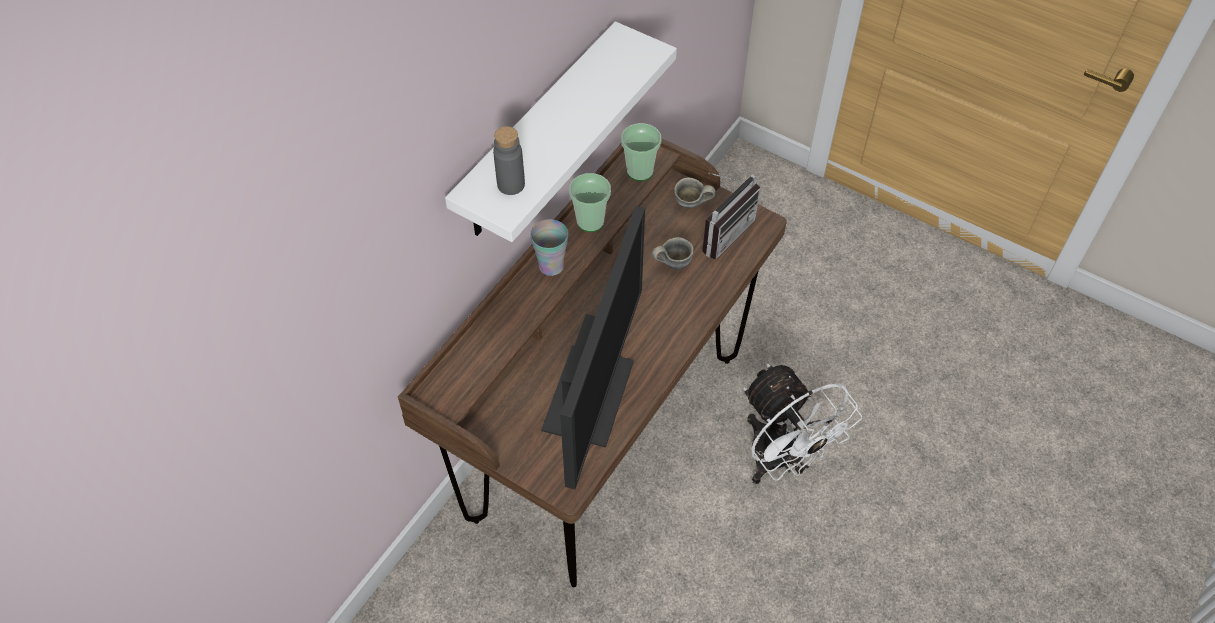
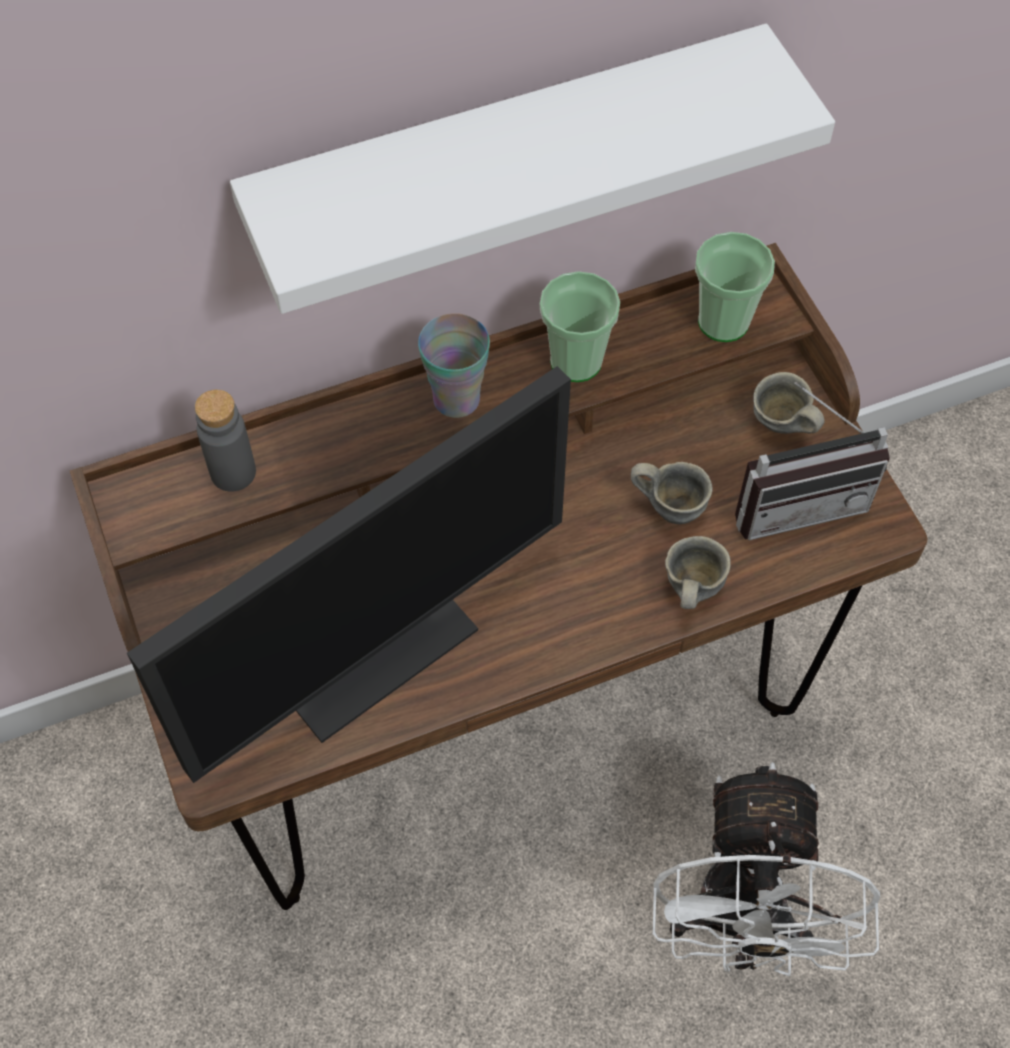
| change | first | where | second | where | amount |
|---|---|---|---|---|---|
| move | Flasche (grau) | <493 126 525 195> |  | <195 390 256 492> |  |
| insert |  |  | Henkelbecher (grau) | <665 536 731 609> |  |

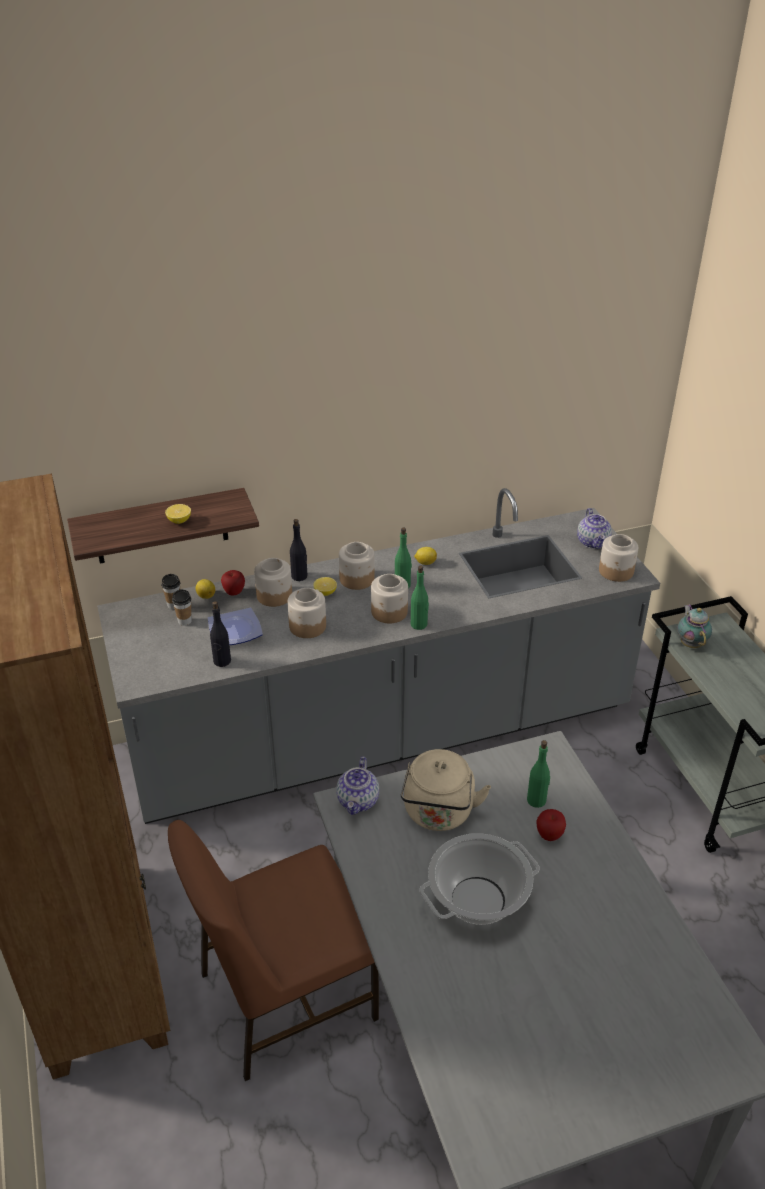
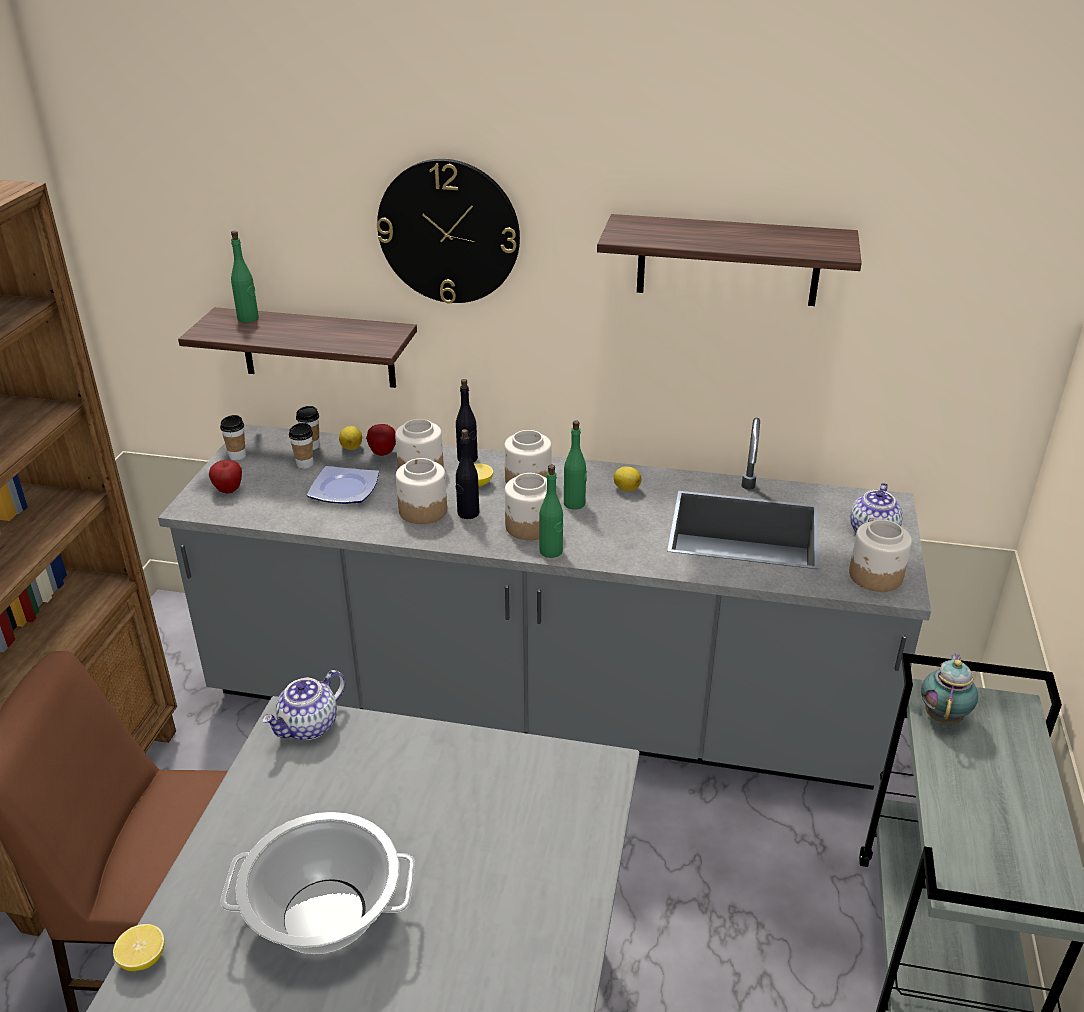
| change | first | where | second | where | amount |
|---|---|---|---|---|---|
| move | Zitrone | <165 504 191 524> |  | <113 924 165 971> |  |
| move | Flasche (schwarz) | <210 601 231 667> |  | <456 429 479 519> |  |
| delete | Wasserkessel (beige) | <401 749 491 831> |  |  |  |
| move | Flasche (grün) | <527 740 550 808> |  | <231 231 259 323> |  |
| move | Apfel | <536 809 566 841> |  | <209 460 242 494> |  |
| insert |  |  | Tasse | <220 415 246 460> |  |
| insert |  |  | Wanduhr | <377 159 520 304> |  |
| insert |  |  | Wandregal | <597 214 862 306> |  |

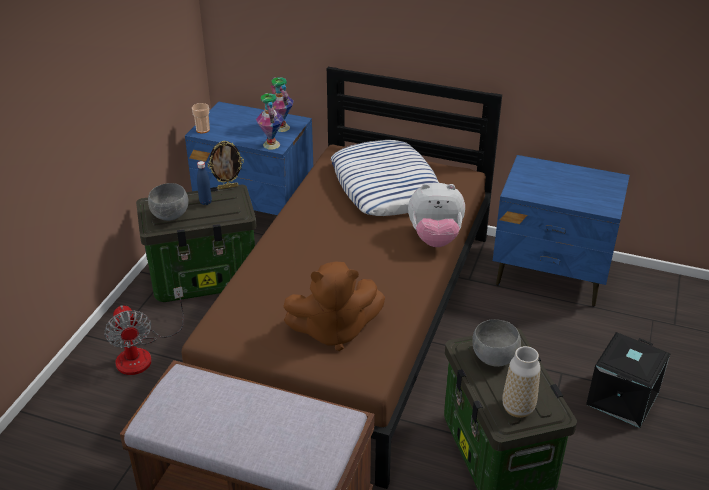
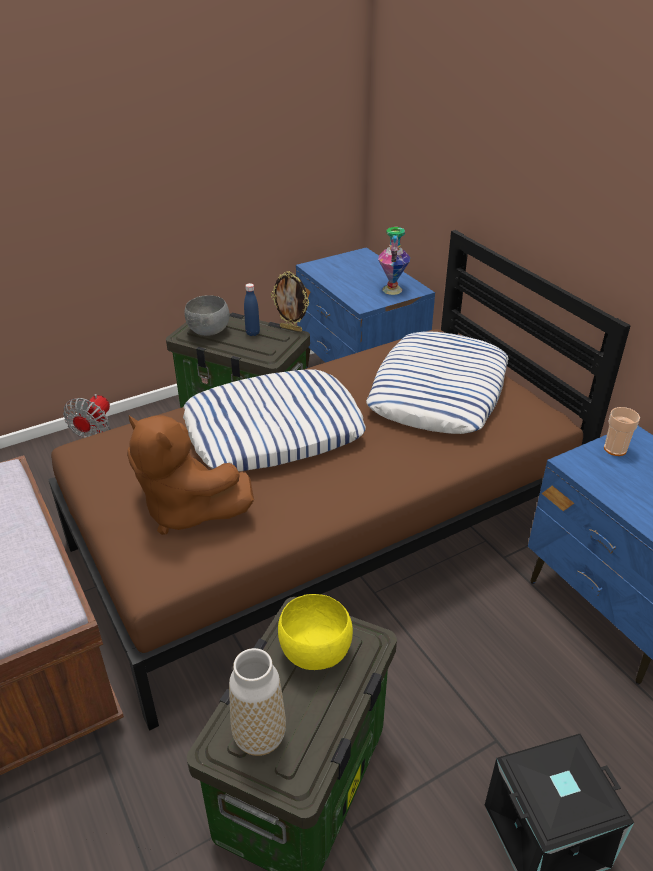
| change | first | where | second | where | amount |
|---|---|---|---|---|---|
| move | Tasse | <192 103 210 133> |  | <604 407 640 456> |  |
| delete | Vase | <256 93 284 149> |  |  |  |
| delete | Plüschtier | <408 183 465 247> |  |  |  |
| recolor | Schüssel (grau) | <472 319 521 367> | Schüssel (gelb) | <278 594 353 670> |  |
| insert |  |  | Kissen | <183 369 366 471> |  |

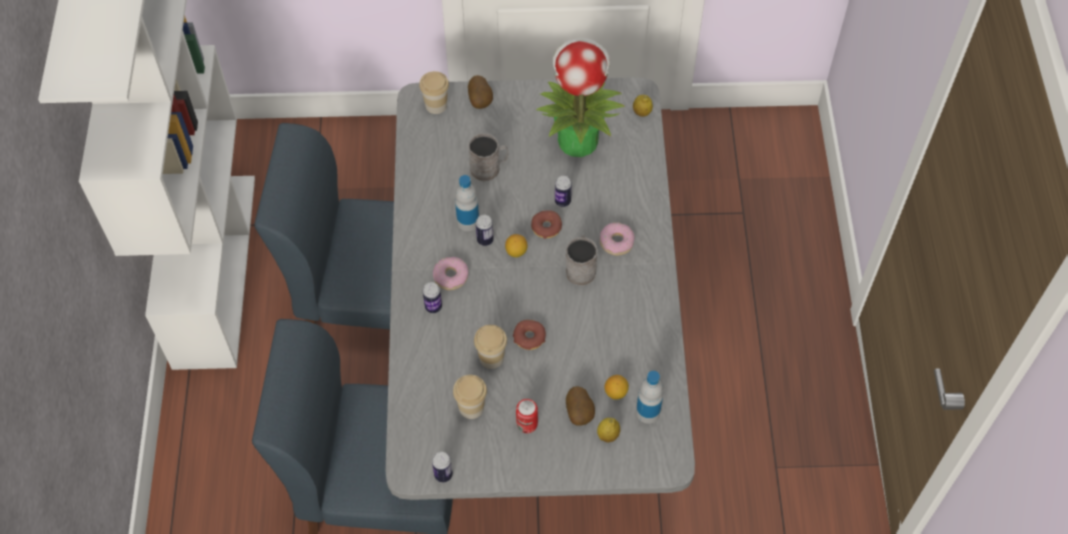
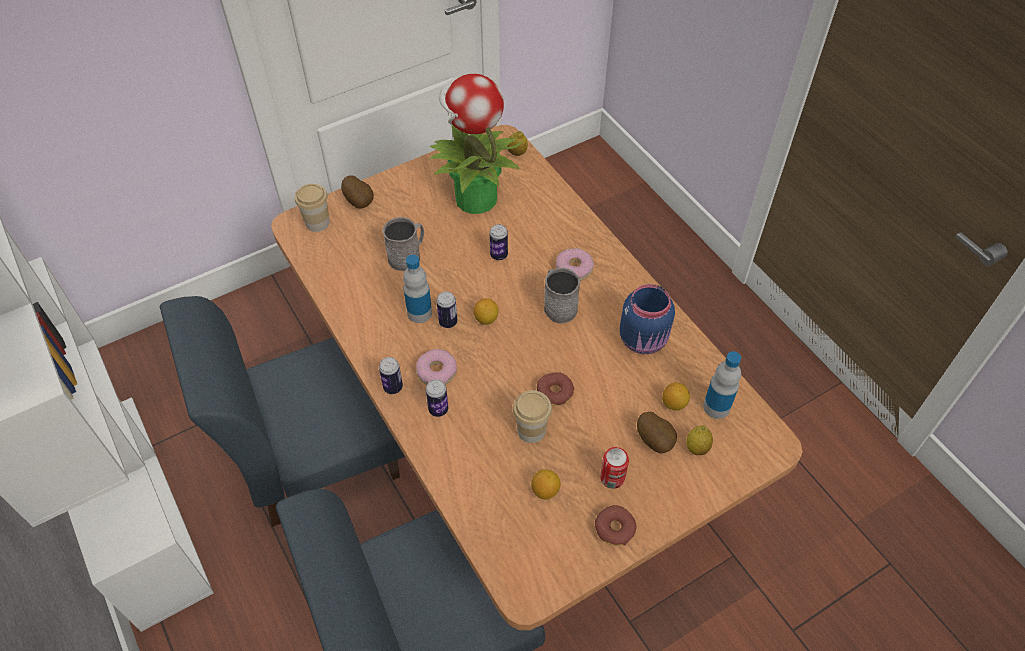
| change | first | where | second | where | amount |
|---|---|---|---|---|---|
| recolor | Esstisch (grau) | <386 77 695 500> | Esstisch (braun) | <271 125 803 630> |  |
| move | Dose | <432 452 453 482> |  | <379 357 403 394> |  |
| replace | Tasse | <453 375 487 419> | Zitrone | <531 469 561 500> |  |
| move | Donut | <531 210 562 239> |  | <595 505 636 546> |  |
| insert |  |  | Vorratsglas (blau) | <620 284 675 354> |  |

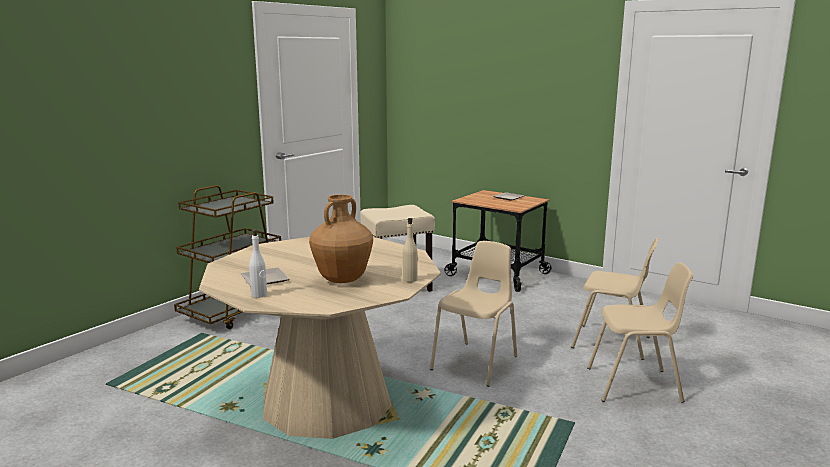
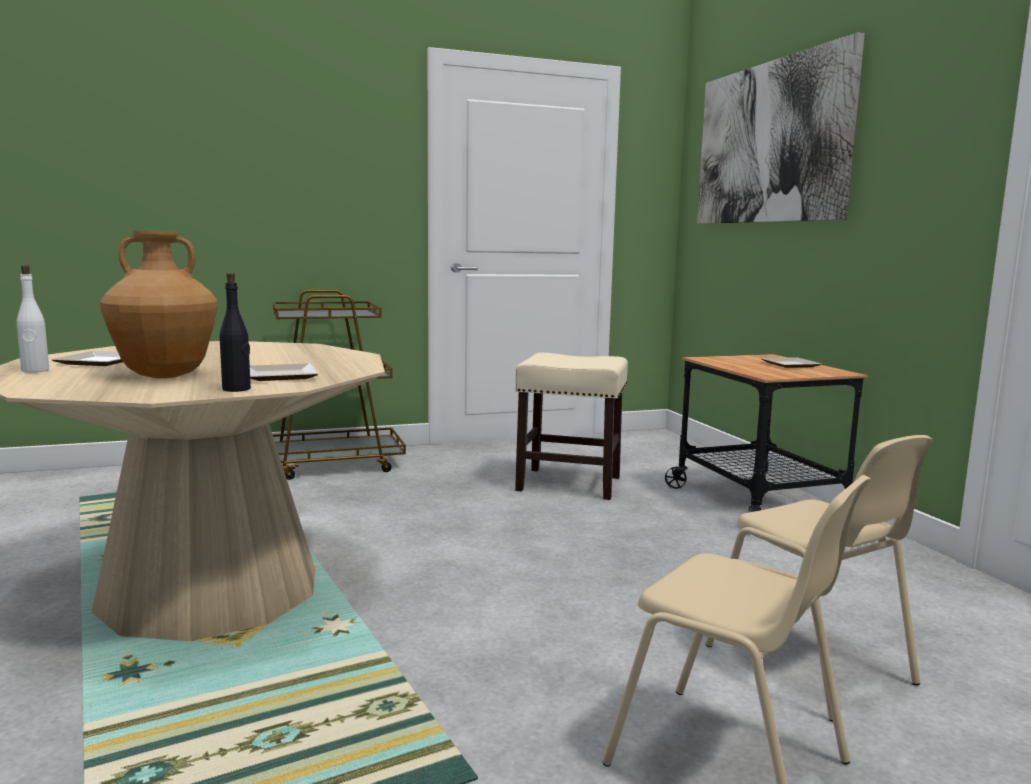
| change | first | where | second | where | amount |
|---|---|---|---|---|---|
| recolor | Flasche (beige) | <403 218 418 282> | Flasche (schwarz) | <220 273 251 392> |  |
| delete | Stuhl (beige) | <430 241 517 387> |  |  |  |
| insert |  |  | Teller | <250 363 318 381> |  |
| insert |  |  | Bild | <697 32 865 224> |  |

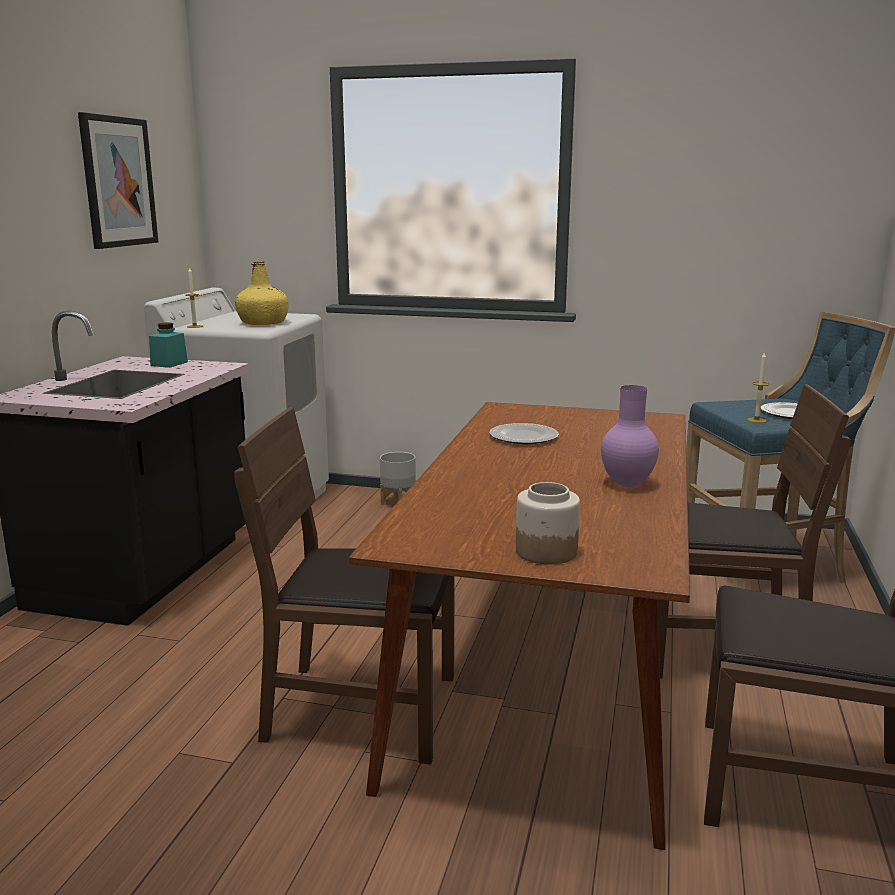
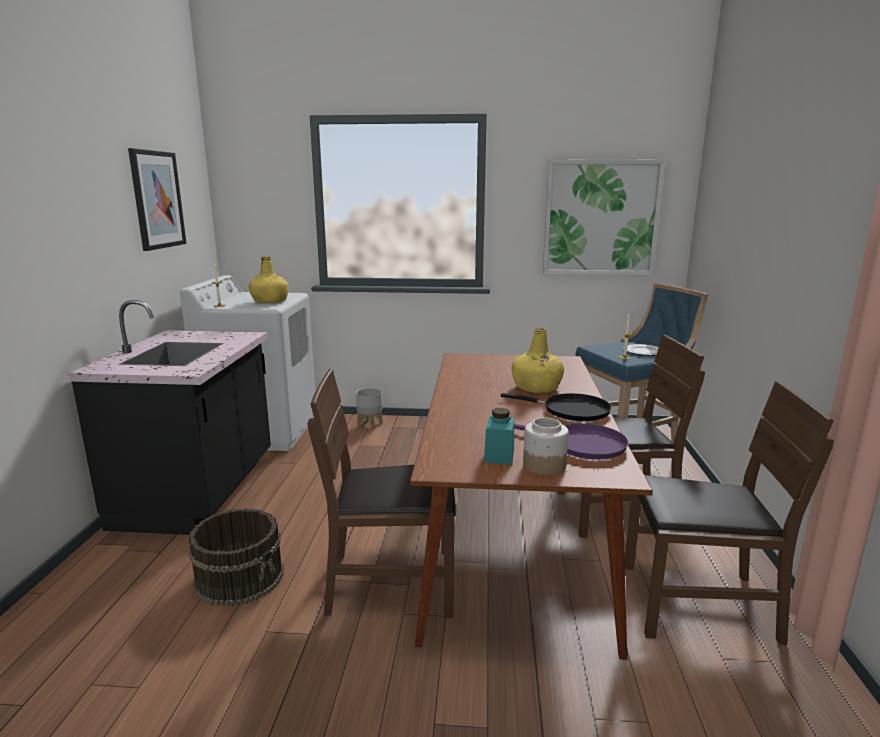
| change | first | where | second | where | amount |
|---|---|---|---|---|---|
| move | Vorratsglas (türkis) | <149 323 188 368> |  | <484 408 514 465> |  |
| delete | Teller | <489 423 559 444> |  |  |  |
| replace | Vase (lila) | <601 385 659 487> | Pfanne (schwarz) | <501 393 612 421> |  |
| insert |  |  | Eimer (braun) | <188 508 283 607> |  |
| insert |  |  | Flasche (gelb) | <512 328 564 393> |  |
| insert |  |  | Pfanne (lila) | <514 423 628 460> |  |
| insert |  |  | Bild | <543 160 666 275> |  |

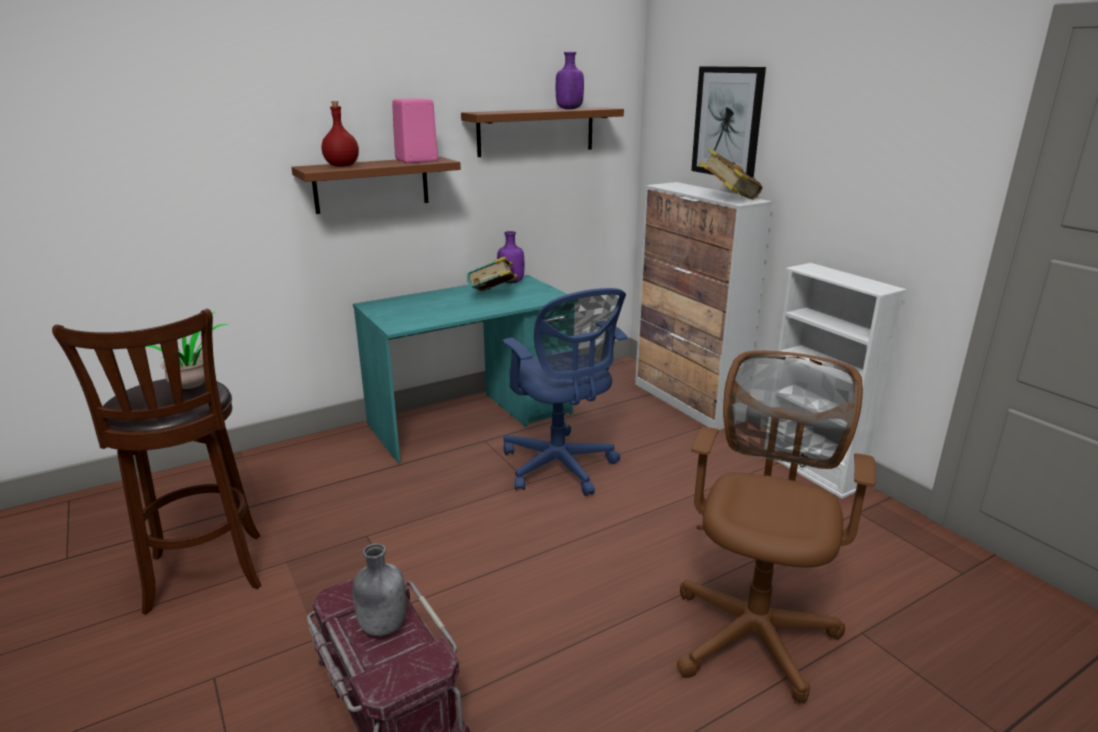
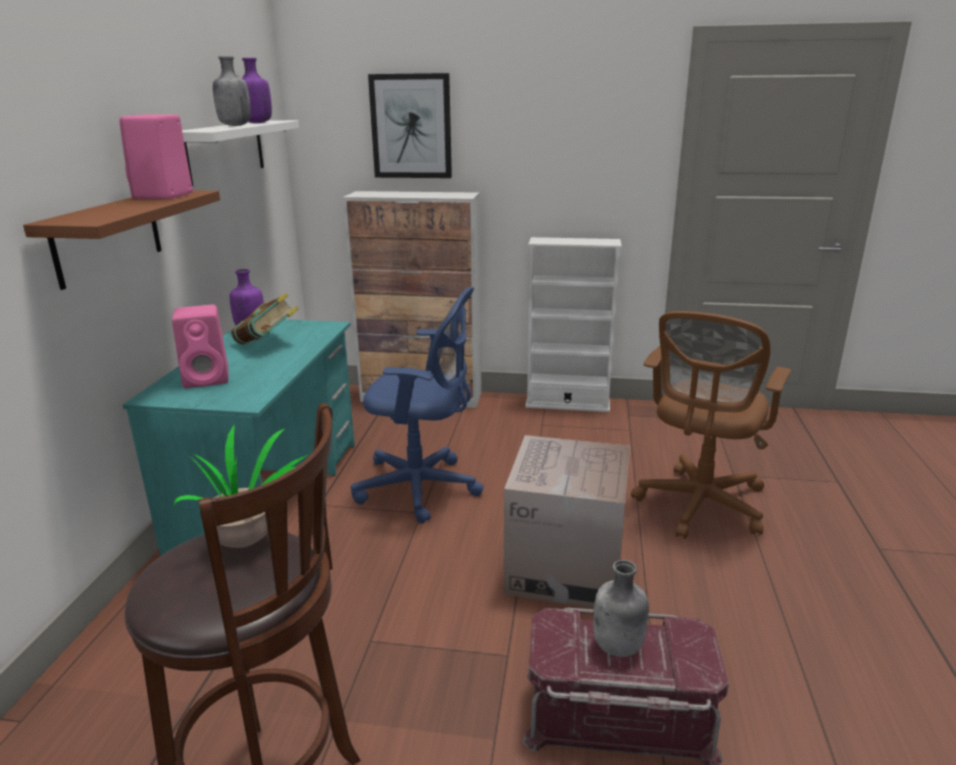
| change | first | where | second | where | amount |
|---|---|---|---|---|---|
| delete | Flasche (rot) | <322 101 359 167> |  |  |  |
| recolor | Wandregal (braun) | <461 107 624 157> | Wandregal (weiß) | <182 120 299 186> |  |
| rotate | Bürostuhl (braun) | <677 351 876 703> |  | <631 311 791 539> | 120 degrees counterclockwise |
| delete | Buch | <699 148 763 200> |  |  |  |
| insert |  |  | Lautsprecher (rosa) | <172 305 229 388> |  |
| insert |  |  | Flasche (grau) | <213 56 251 126> |  |
| insert |  |  | Karton | <504 435 630 608> |  |

